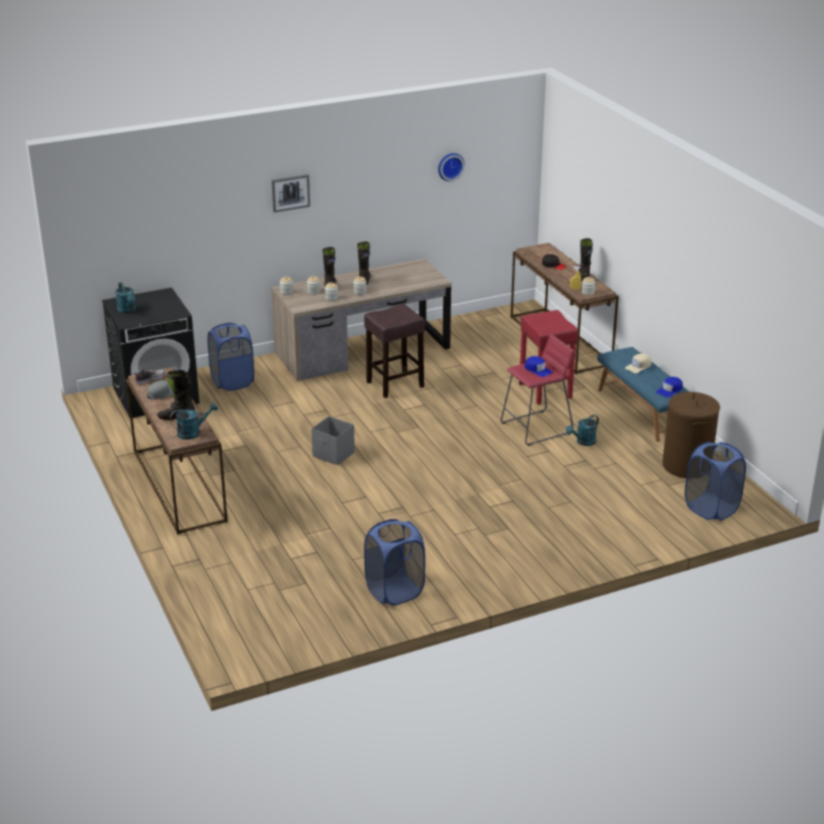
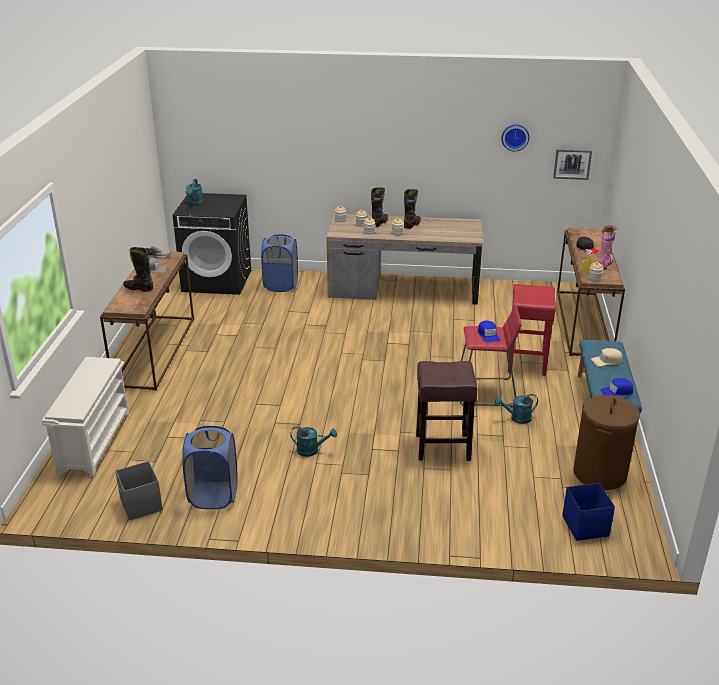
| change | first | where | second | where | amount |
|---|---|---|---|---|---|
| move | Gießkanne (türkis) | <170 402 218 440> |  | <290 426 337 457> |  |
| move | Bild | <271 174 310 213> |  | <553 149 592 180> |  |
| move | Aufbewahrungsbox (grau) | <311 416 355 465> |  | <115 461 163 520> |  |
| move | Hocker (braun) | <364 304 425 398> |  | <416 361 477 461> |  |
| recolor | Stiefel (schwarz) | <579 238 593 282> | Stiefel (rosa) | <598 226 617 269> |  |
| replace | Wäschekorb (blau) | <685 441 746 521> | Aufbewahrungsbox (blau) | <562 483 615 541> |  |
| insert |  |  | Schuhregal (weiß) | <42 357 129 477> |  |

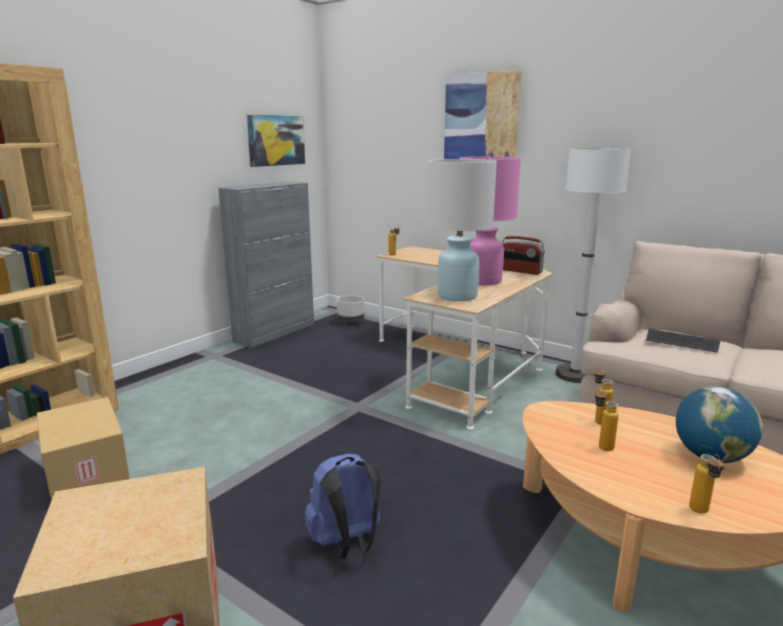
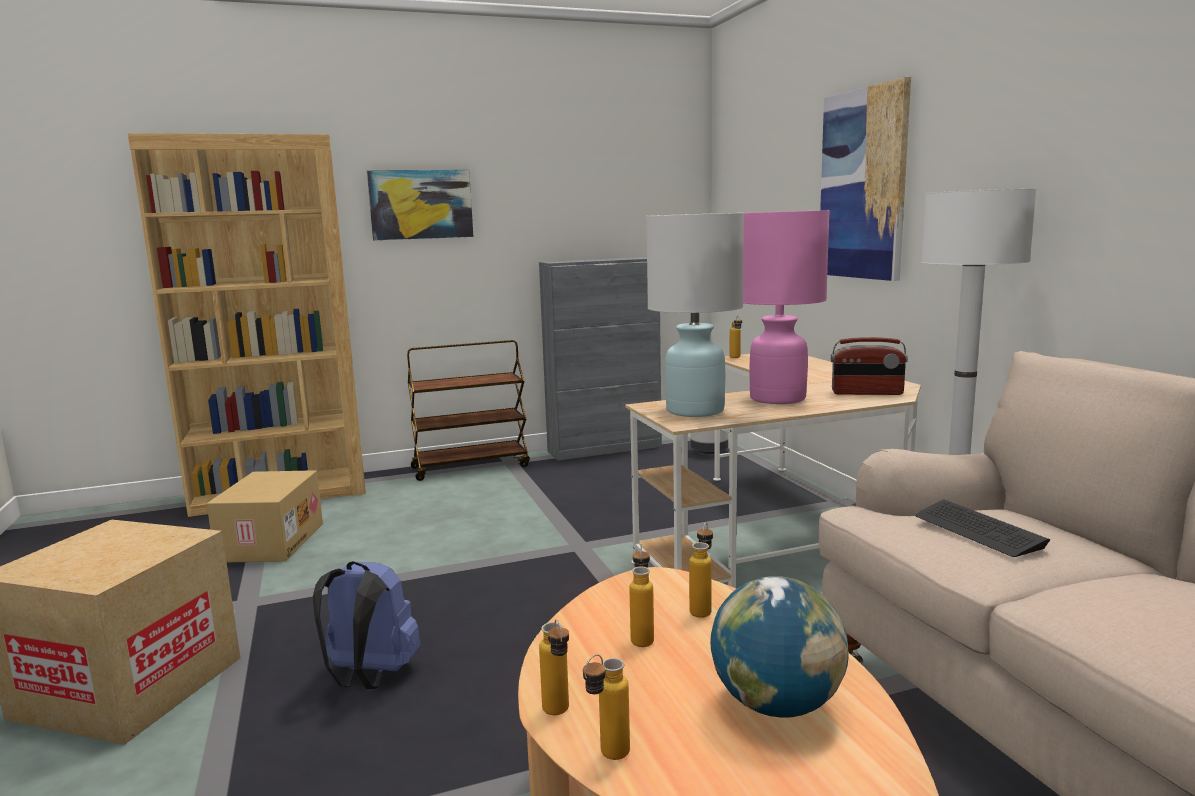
| change | first | where | second | where | amount |
|---|---|---|---|---|---|
| move | Bild | <247 115 305 167> |  | <367 170 473 240> |  |
| rotate | Radio | <502 236 545 275> |  | <831 337 908 395> | 60 degrees counterclockwise |
| insert |  |  | Rollwagen (braun) | <407 340 530 481> |  |
| insert |  |  | Flasche | <539 619 569 715> |  |

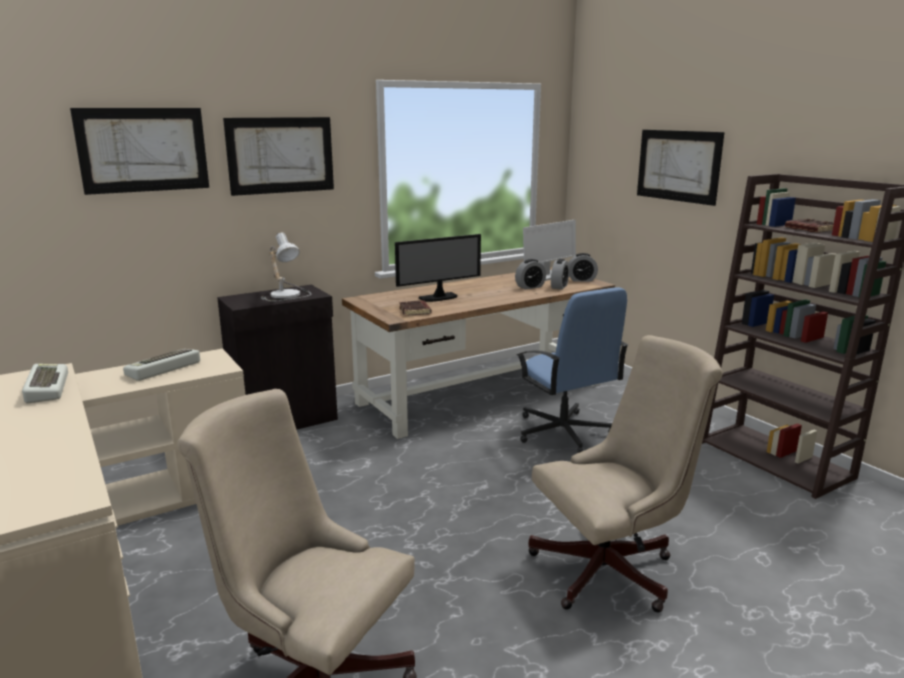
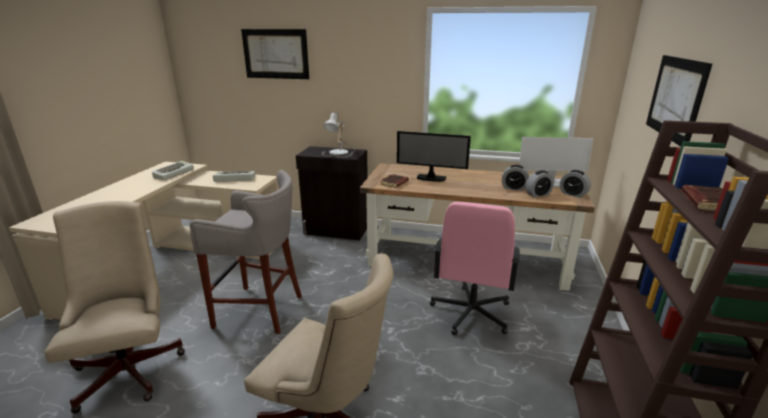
| change | first | where | second | where | amount |
|---|---|---|---|---|---|
| delete | Bild | <223 117 334 196> |  |  |  |
| recolor | Bürostuhl (blau) | <517 287 628 453> | Bürostuhl (rosa) | <430 202 520 335> |  |
| insert |  |  | Hocker (grau) | <190 170 302 334> |  |

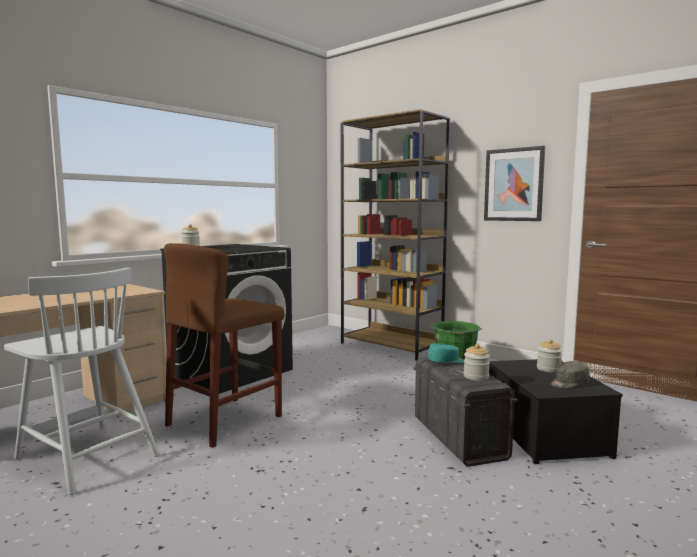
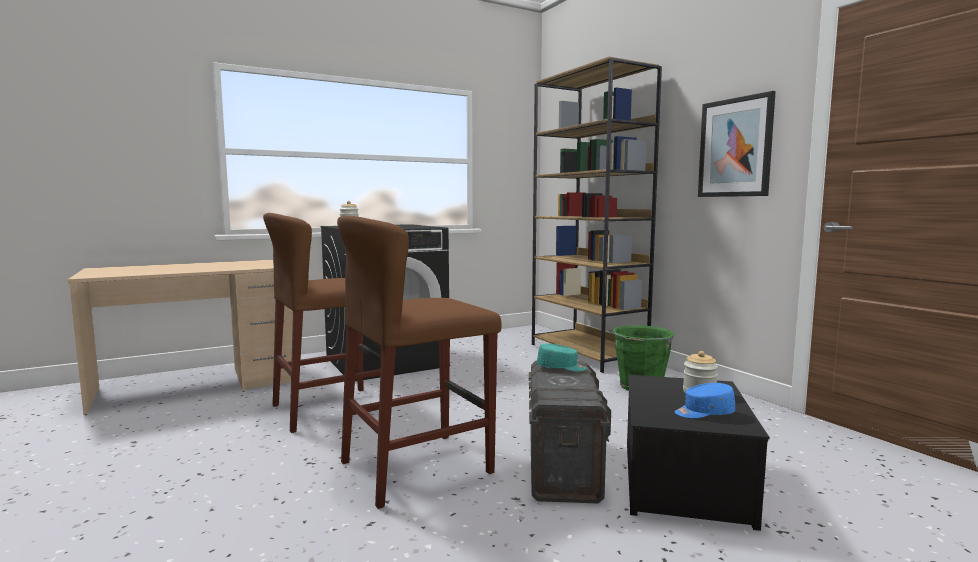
| change | first | where | second | where | amount |
|---|---|---|---|---|---|
| delete | Stuhl (weiß) | <4 267 160 495> |  |  |  |
| delete | Vorratsglas | <464 344 490 381> |  |  |  |
| recolor | Kappe (grau) | <551 361 590 388> | Kappe (blau) | <674 383 735 419> |  |
| insert |  |  | Hocker (braun) | <337 216 502 509> |  |

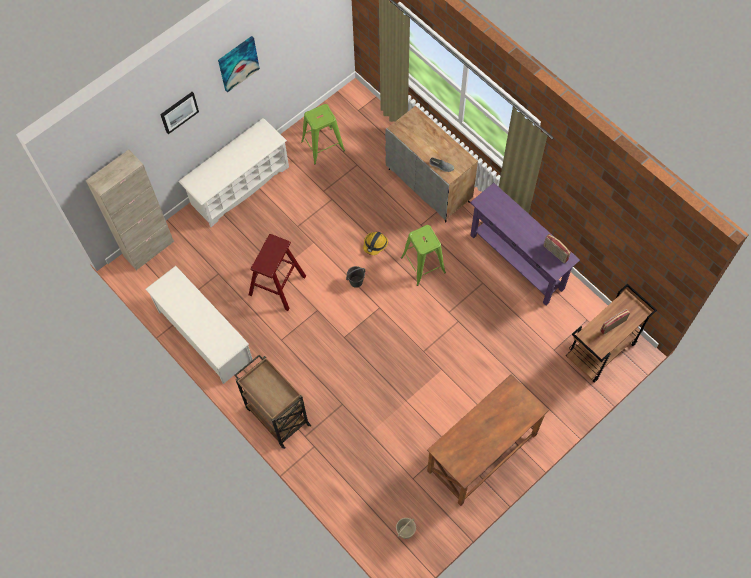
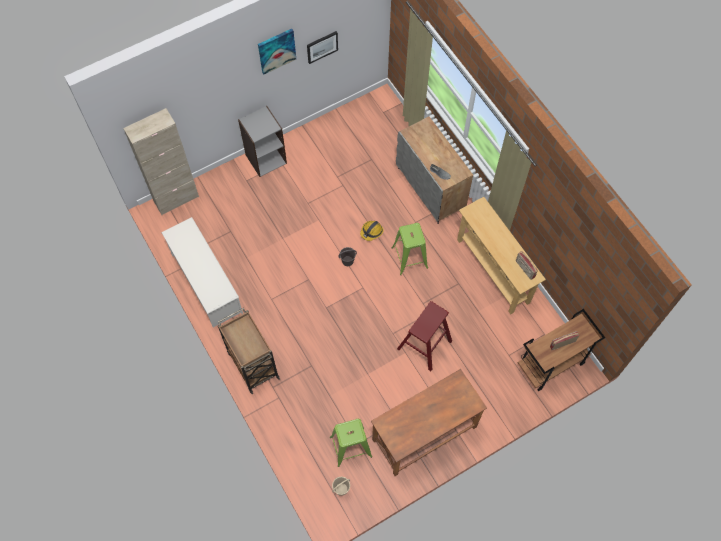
| change | first | where | second | where | amount |
|---|---|---|---|---|---|
| move | Bild | <160 92 199 134> |  | <307 31 338 64> |  |
| replace | Schuhregal (weiß) | <179 118 289 227> | Bücherregal (grau) | <238 106 287 177> |  |
| move | Hocker (rot) | <249 234 306 311> |  | <397 301 452 371> |  |
| move | Hocker (grün) | <301 104 345 164> |  | <330 419 372 467> |  |
| recolor | Konsolentisch (lila) | <470 183 580 305> | Konsolentisch (beige) | <457 197 546 314> |  |

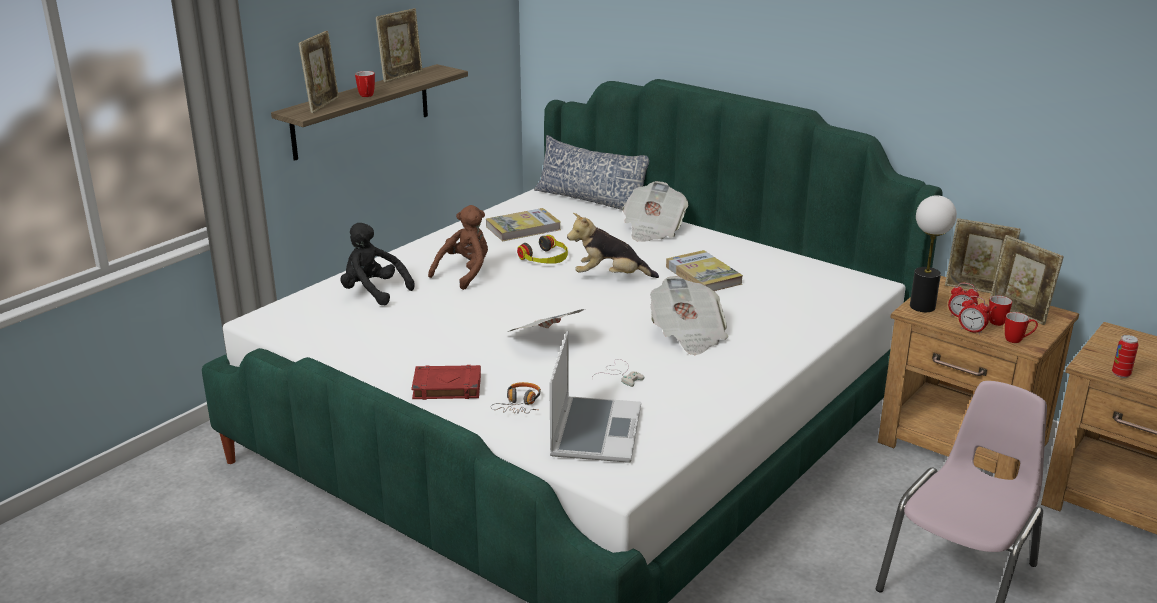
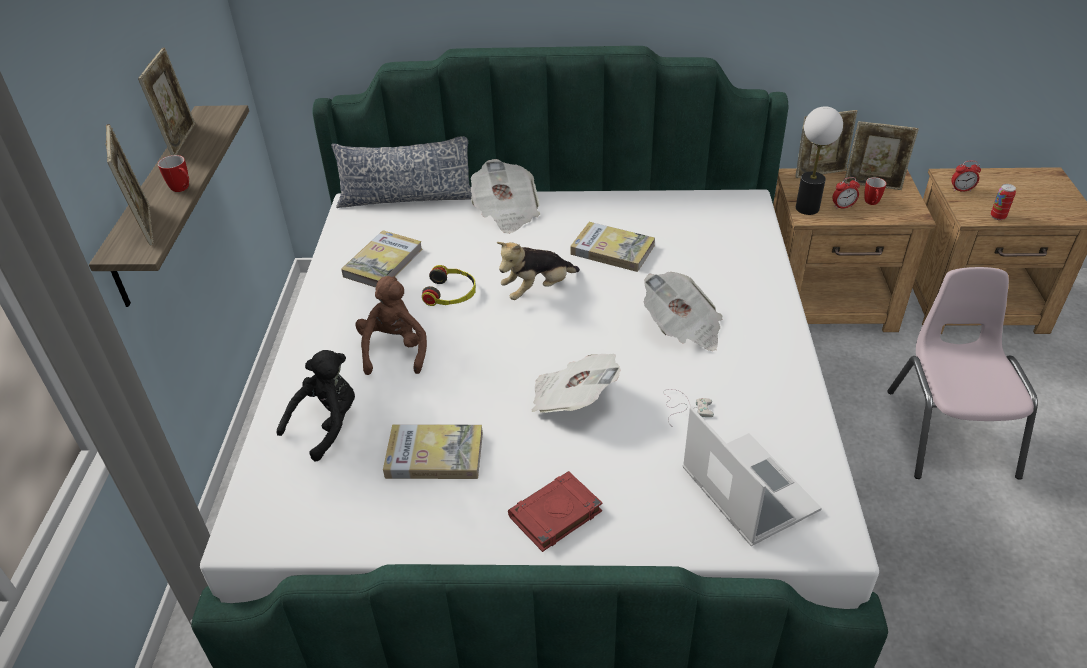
| change | first | where | second | where | amount |
|---|---|---|---|---|---|
| rotate | Plüschtier (schwarz) | <341 223 415 305> |  | <277 350 355 461> | 135 degrees clockwise |
| delete | Kopfhörer | <490 382 541 413> |  |  |  |
| move | Wecker | <959 296 990 335> |  | <951 161 981 192> |  |
| delete | Henkelbecher | <1005 312 1038 343> |  |  |  |
| insert |  |  | Buch | <383 425 483 479> |  |

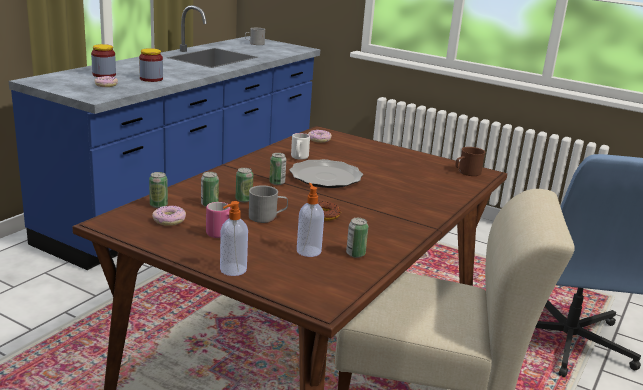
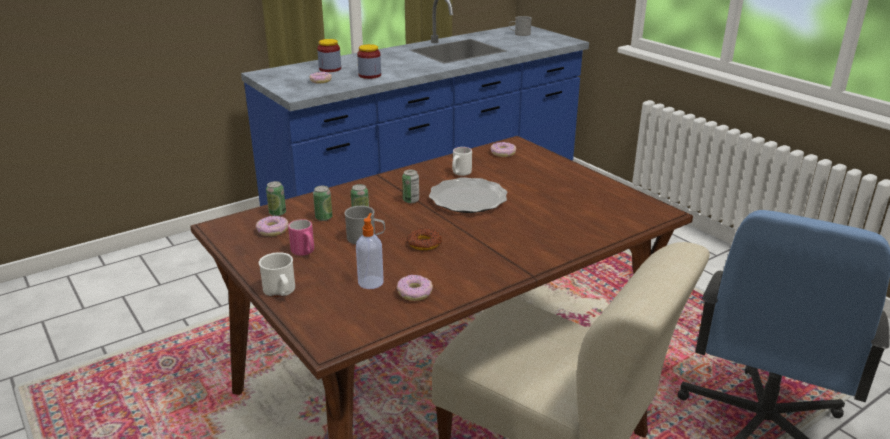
| change | first | where | second | where | amount |
|---|---|---|---|---|---|
| replace | Seifenspender | <220 201 248 276> | Henkelbecher (weiß) | <259 252 295 297> |  |
| replace | Dose | <346 218 368 258> | Donut | <397 275 433 301> |  |
| delete | Henkelbecher (braun) | <455 147 485 176> |  |  |  |

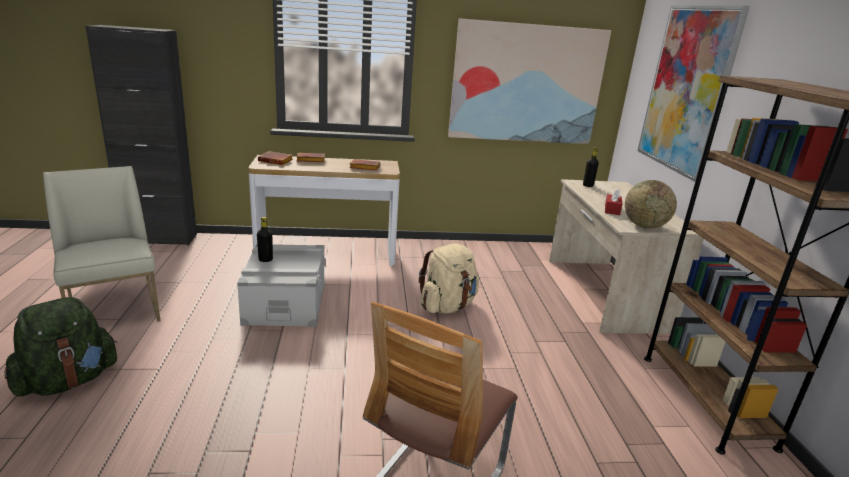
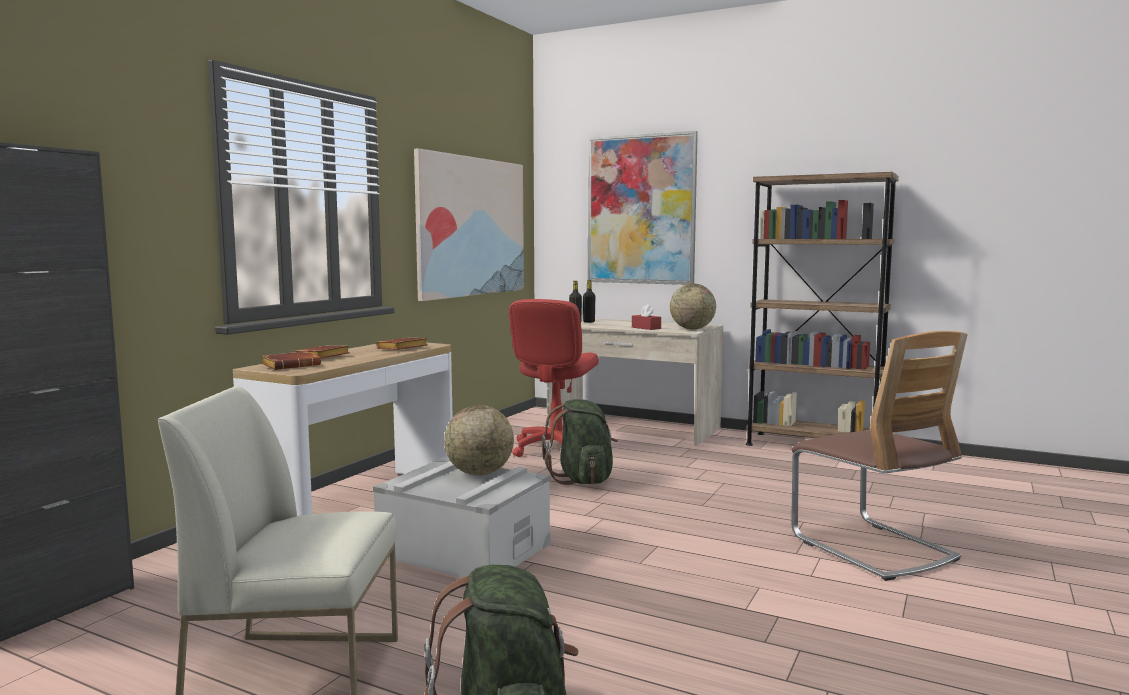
| change | first | where | second | where | amount |
|---|---|---|---|---|---|
| move | Flasche (schwarz) | <257 217 273 262> |  | <583 280 595 323> |  |
| recolor | Rucksack (beige) | <419 243 479 314> | Rucksack (grün) | <542 399 618 485> |  |
| insert |  |  | Globus | <444 405 514 475> |  |
| insert |  |  | Bürostuhl (rot) | <509 299 599 457> |  |

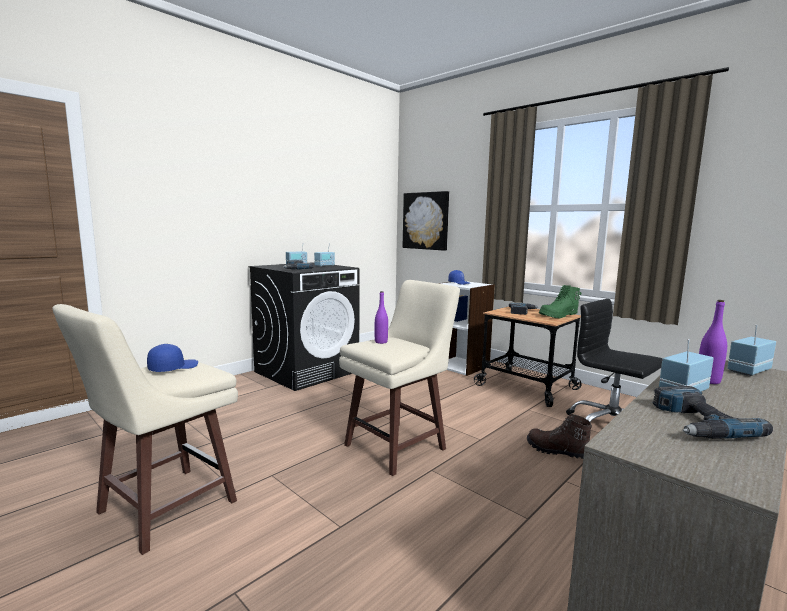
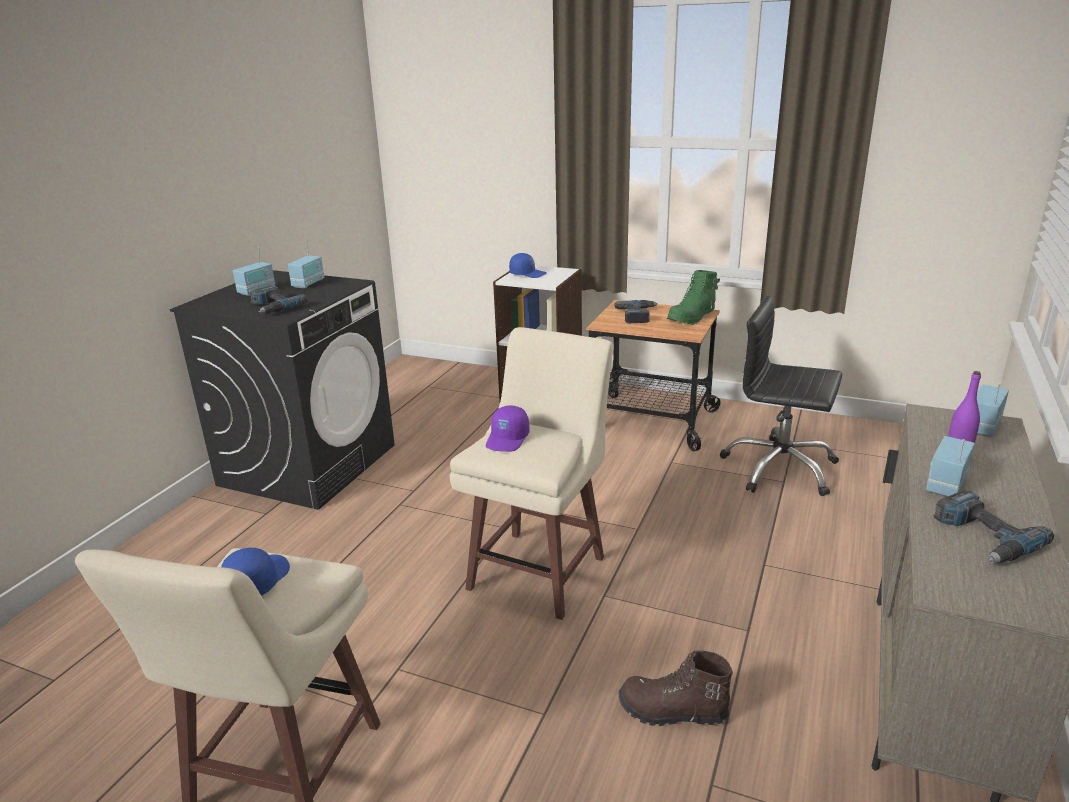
| change | first | where | second | where | amount |
|---|---|---|---|---|---|
| replace | Flasche (lila) | <375 291 388 344> | Kappe (lila) | <486 405 529 452> |  |
| delete | Bild | <403 191 449 251> |  |  |  |
| move | Stiefel (braun) | <527 414 592 459> |  | <619 650 733 726> |  |

